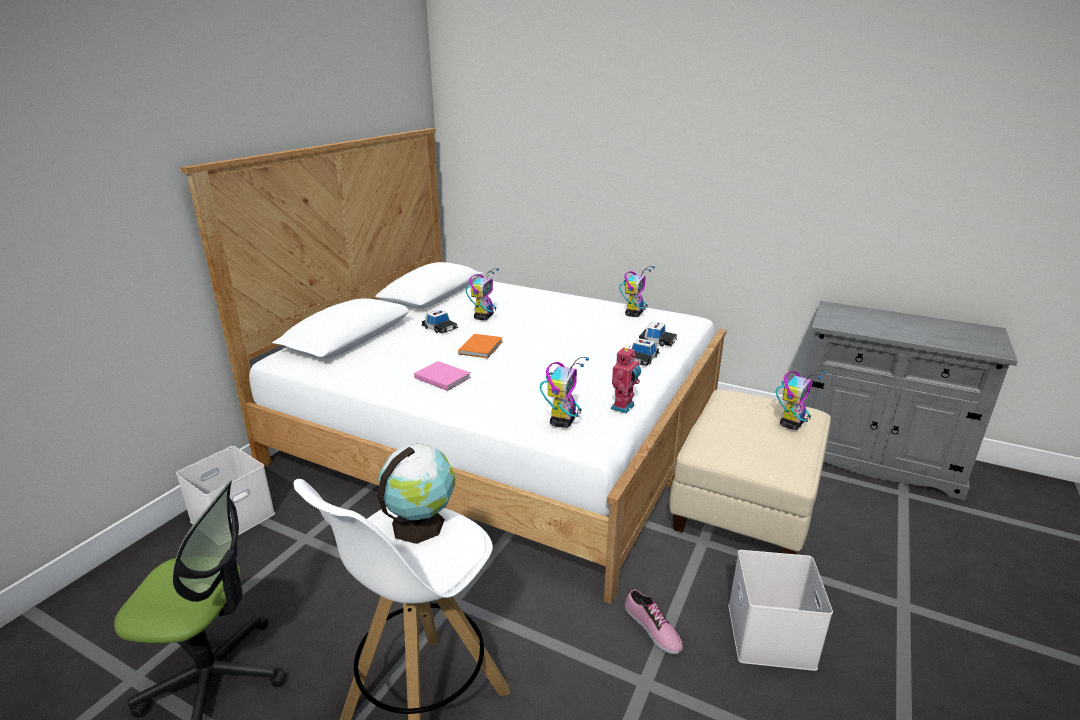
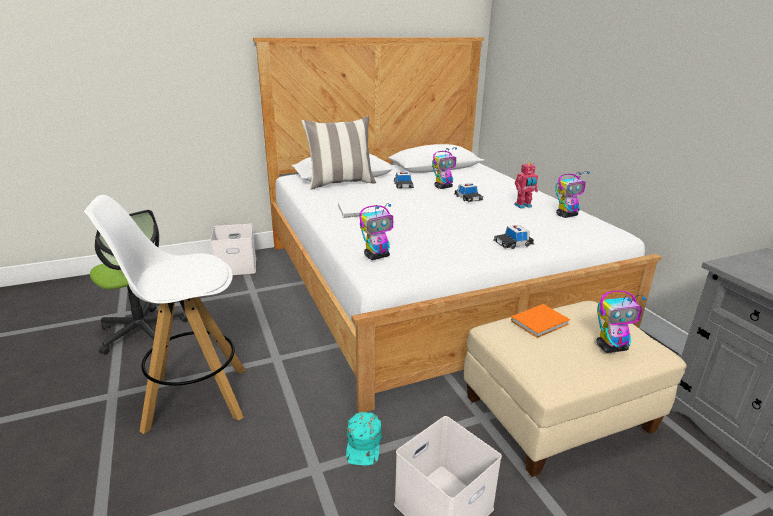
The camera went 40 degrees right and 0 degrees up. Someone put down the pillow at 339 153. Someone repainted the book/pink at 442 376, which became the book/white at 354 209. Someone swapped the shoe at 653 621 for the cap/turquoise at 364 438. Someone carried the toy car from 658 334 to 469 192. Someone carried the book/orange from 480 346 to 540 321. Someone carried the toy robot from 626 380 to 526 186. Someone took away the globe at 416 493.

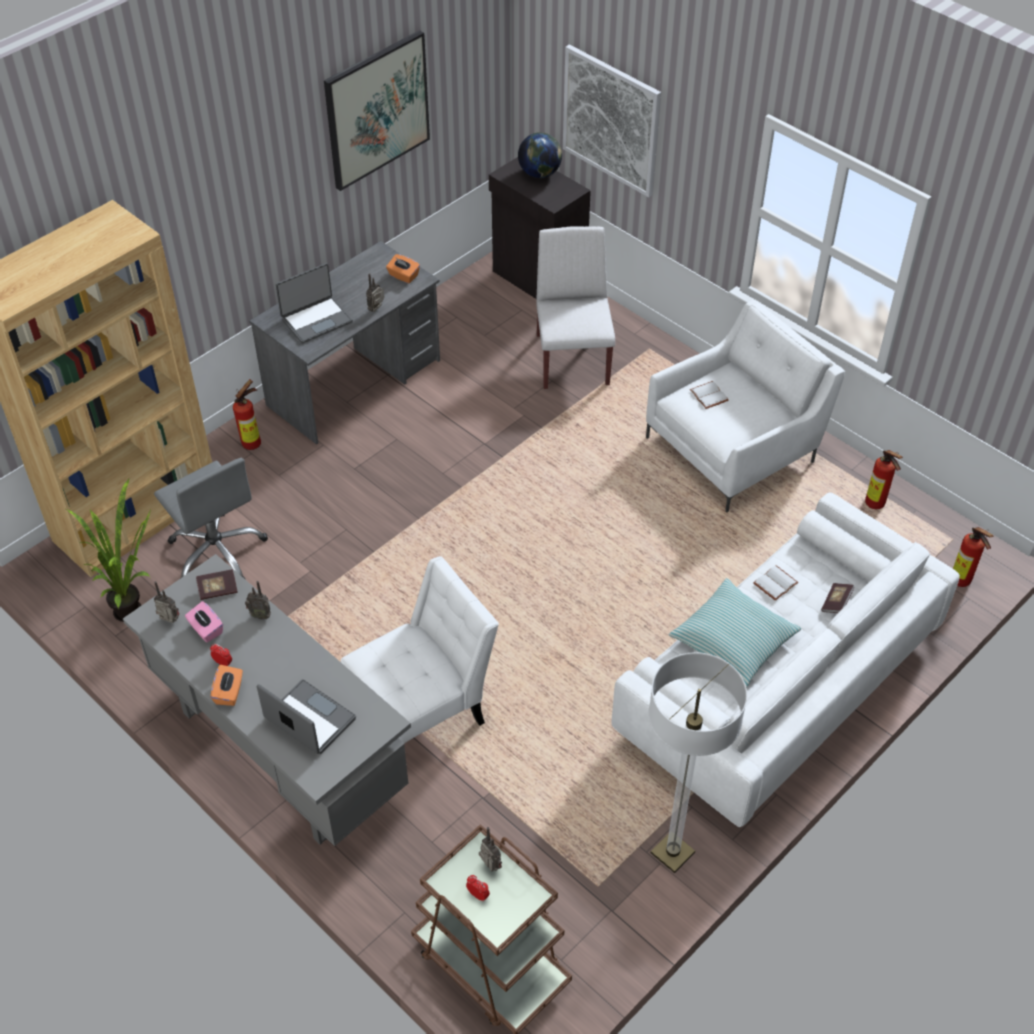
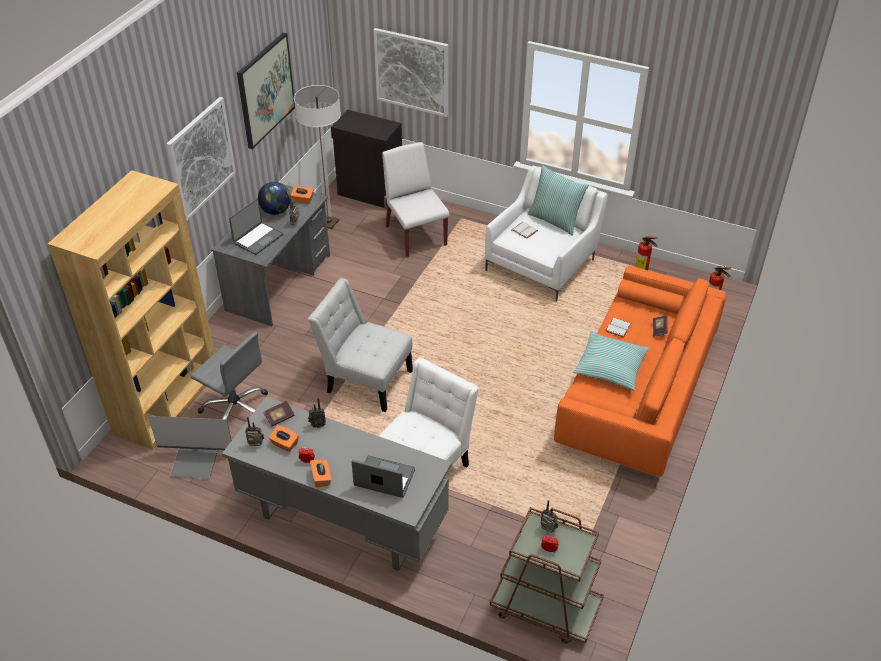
The camera went 20 degrees left and 5 degrees down. Someone swapped the potted plant at 108 550 for the monitor at 190 447. Someone put up the picture at 201 159. Someone carried the globe from 540 155 to 274 198. Someone repainted the tissue box/pink at 204 622, which became the tissue box/orange at 284 438. Someone carried the floor lamp from 697 762 to 317 157. Someone put down the chair/white at 360 345. Someone put down the pillow at 558 200. Someone repainted the sofa/white at 786 659, which became the sofa/orange at 640 371. Someone took away the fire extinguisher at 247 414.

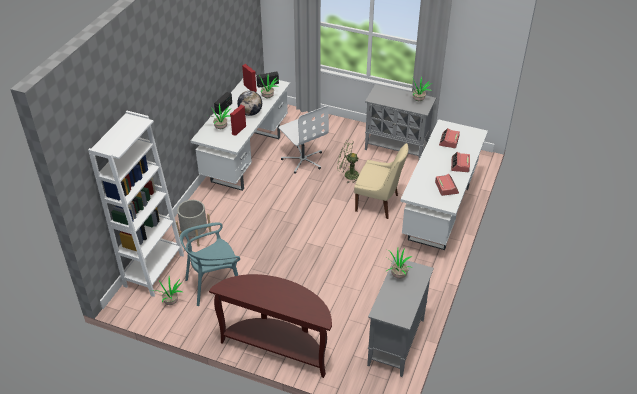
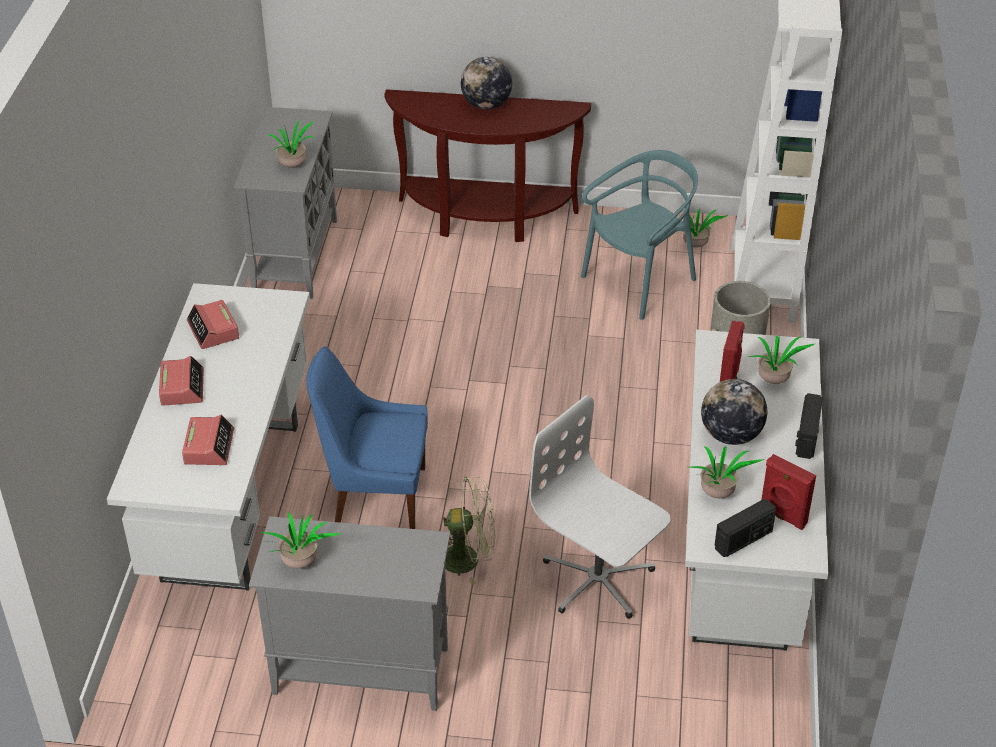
The camera went 165 degrees right and 0 degrees up. Someone repainted the chair/beige at 381 181, which became the chair/blue at 367 437. Someone put down the globe at 486 83.

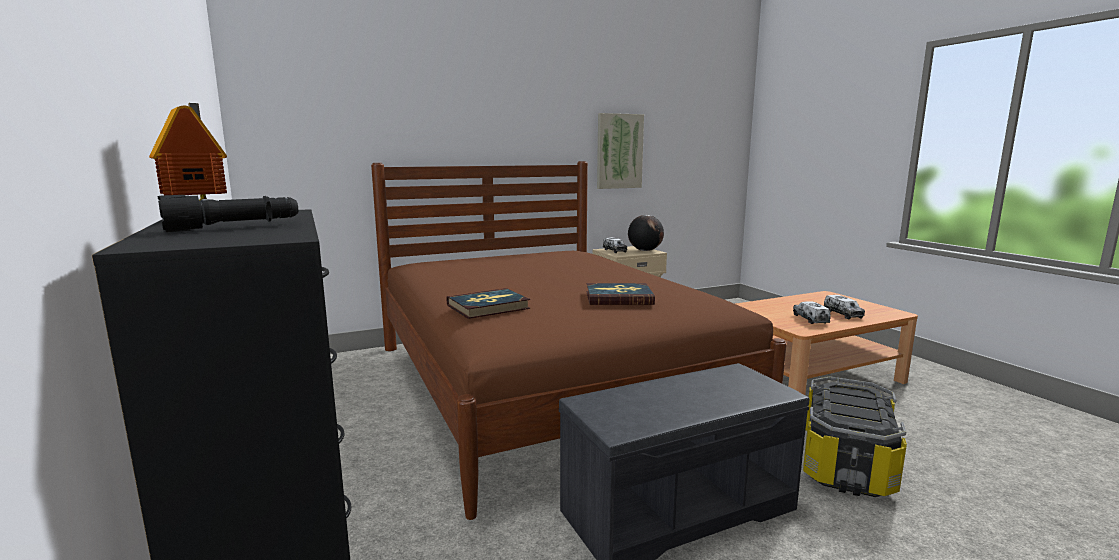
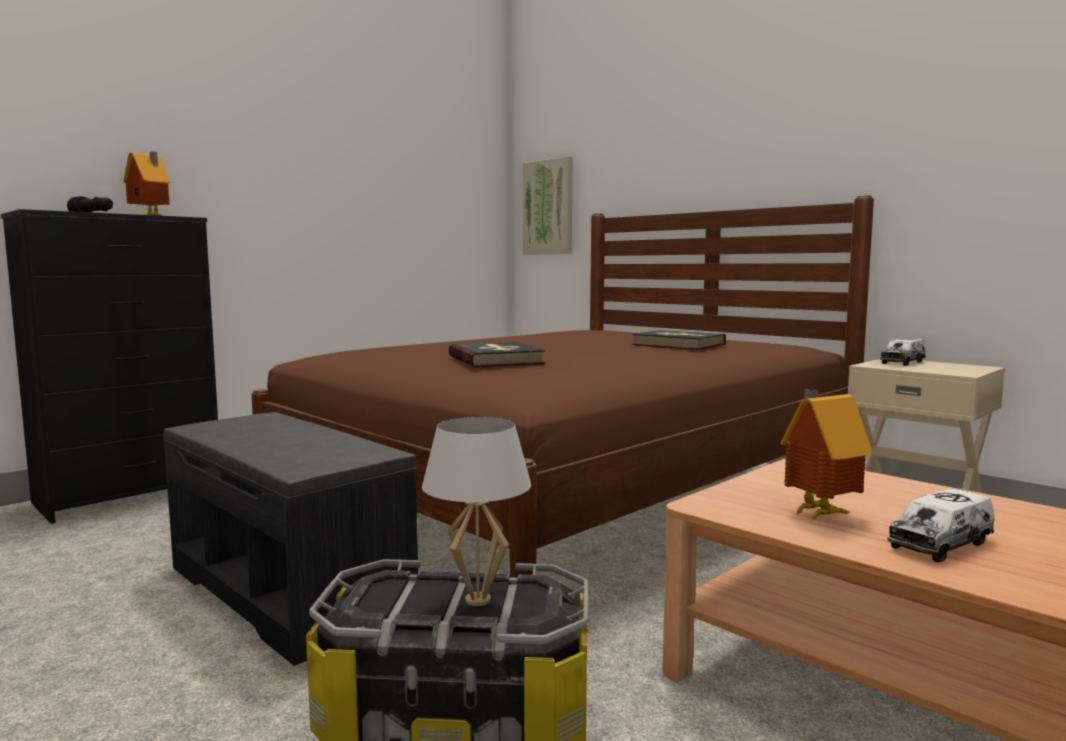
The camera went 70 degrees right and 5 degrees down. Someone put down the table lamp/white at 476 511. Someone carried the picture from 620 151 to 547 205. Someone carried the book from 488 303 to 679 340. Someone swapped the toy truck at 812 312 for the toy house at 826 455. Someone took away the globe at 646 233.

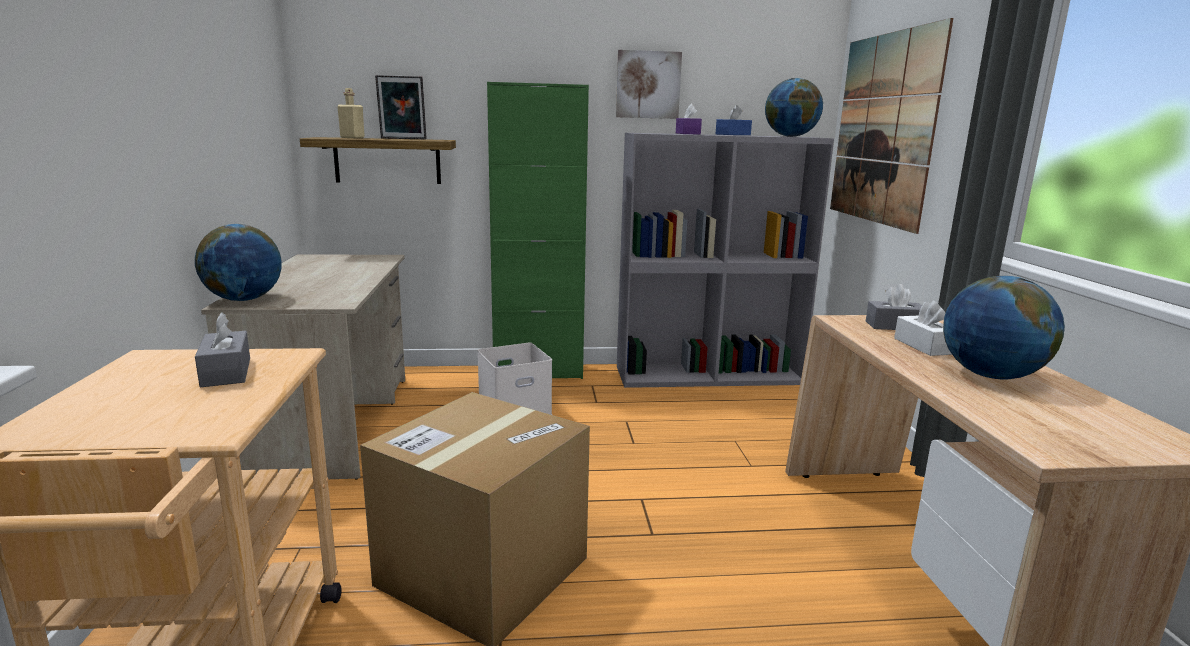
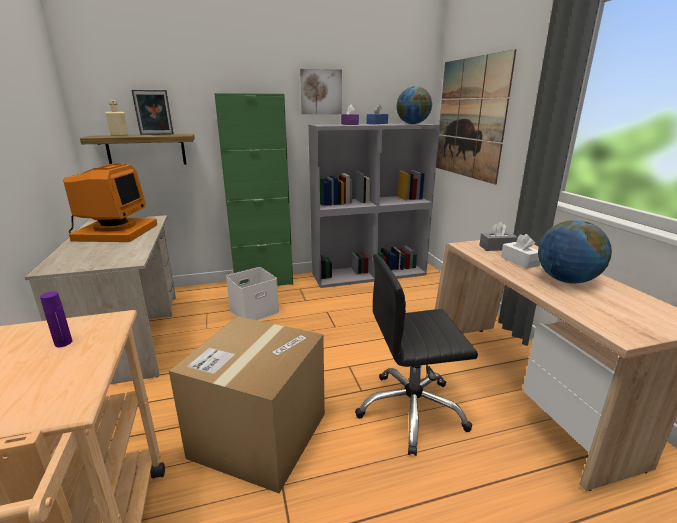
The camera went 10 degrees left and 5 degrees up. Someone swapped the tissue box/grey at 222 349 for the bottle/purple at 56 319. Someone put down the monitor at 110 202. Someone put down the office chair/black at 416 355. Someone took away the globe at 238 262.

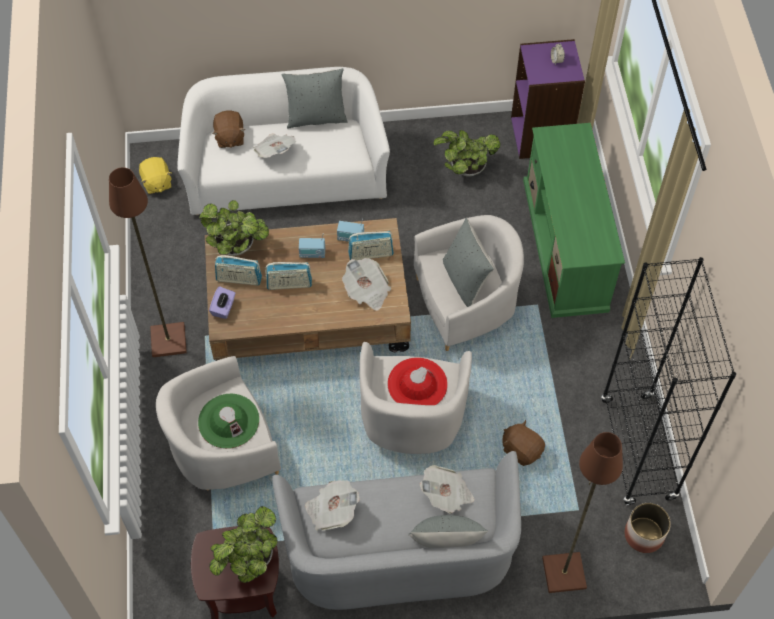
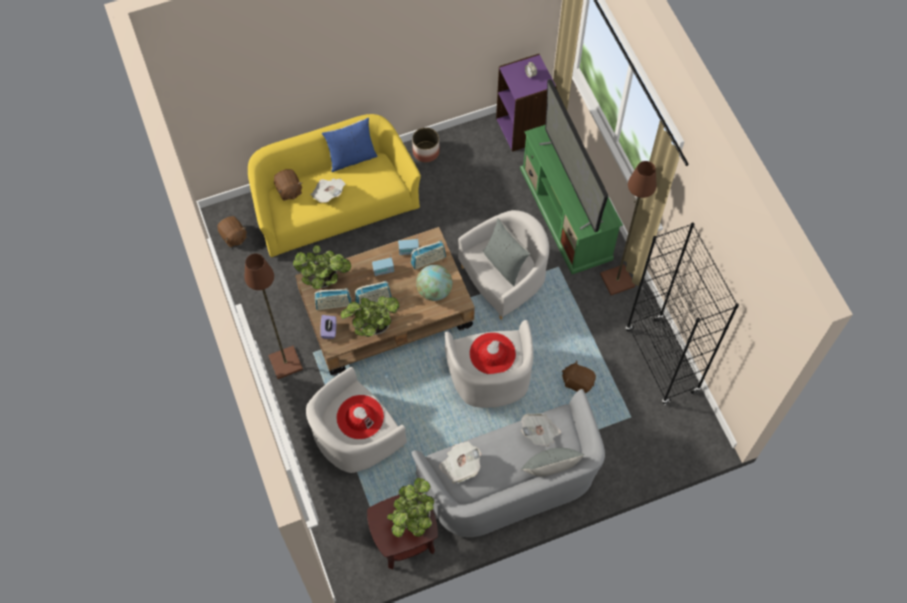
The camera went 15 degrees left and 5 degrees up. Someone repainted the plush toy/yellow at 155 175, which became the plush toy/brown at 232 231. Someone repainted the sofa/white at 283 141, which became the sofa/yellow at 334 185. Someone repainted the pillow/grey at 315 98, which became the pillow/blue at 350 144. Someone repainted the hat/green at 228 421, which became the hat/red at 360 417. Someone carried the potted plant from 466 153 to 370 316. Someone carried the planter from 647 528 to 426 144. Someone swapped the newspaper at 366 284 for the globe at 434 283. Someone put down the television at 573 155. Someone carried the floor lamp/brown from 582 512 to 628 228.

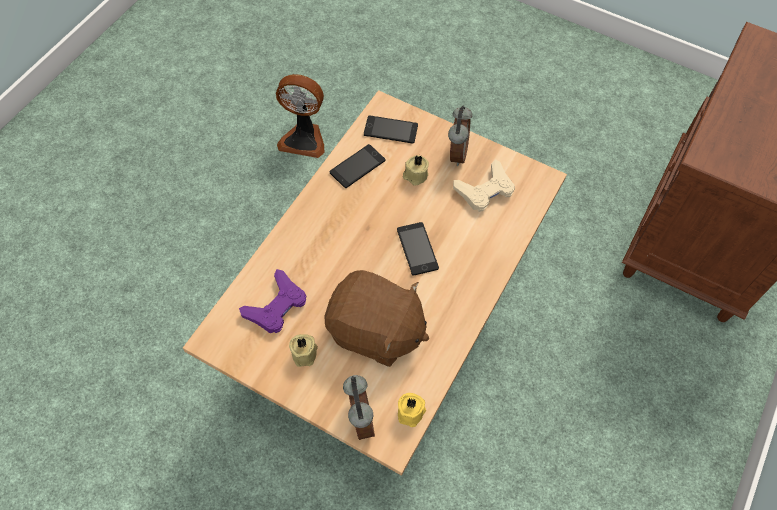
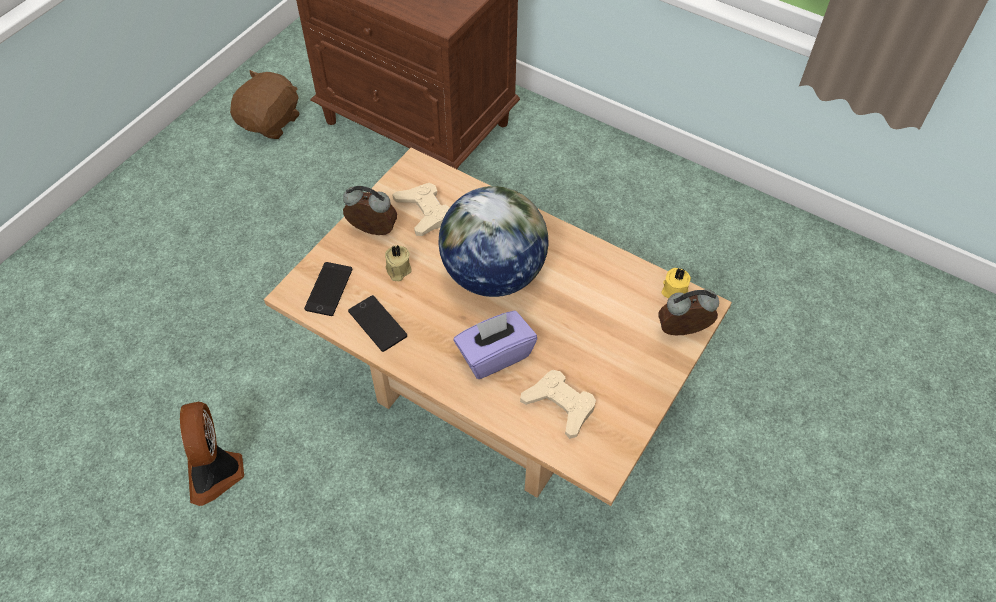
The camera went 85 degrees left and 5 degrees down. Someone rotated the fan at 300 116 by 150 degrees clockwise. Someone carried the plush toy/brown from 376 318 to 265 104. Someone swapped the phone at 418 249 for the globe at 493 241. Someone put down the tissue box/purple at 495 345. Someone repainted the game controller/purple at 272 301, which became the game controller/beige at 558 404. Someone took away the candle/beige at 303 350.

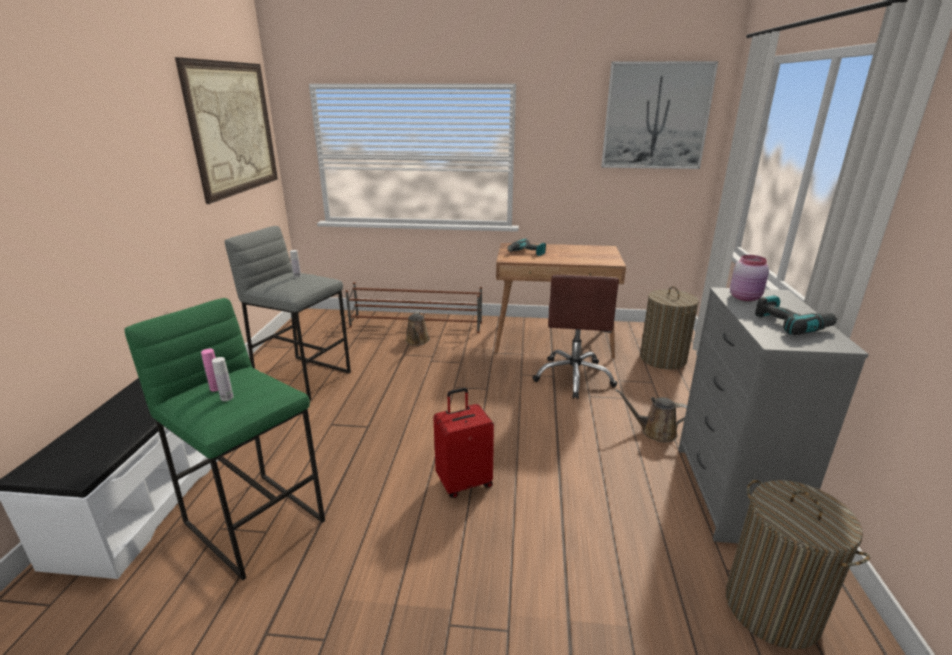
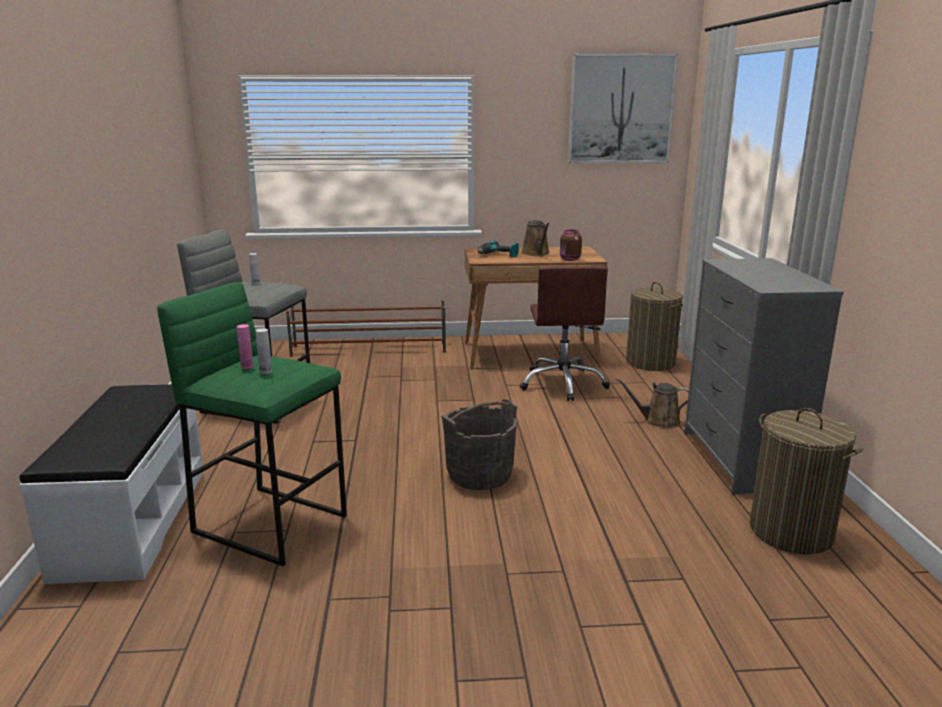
The camera went 10 degrees left and 5 degrees down. Someone swapped the suitcase/red at 463 443 for the bucket/grey at 479 444. Someone carried the watering can/brown from 417 328 to 535 238. Someone put down the jar/brown at 571 245. Someone took away the picture at 226 130. Someone took away the jar/pink at 749 278. Someone took away the power drill at 796 315.

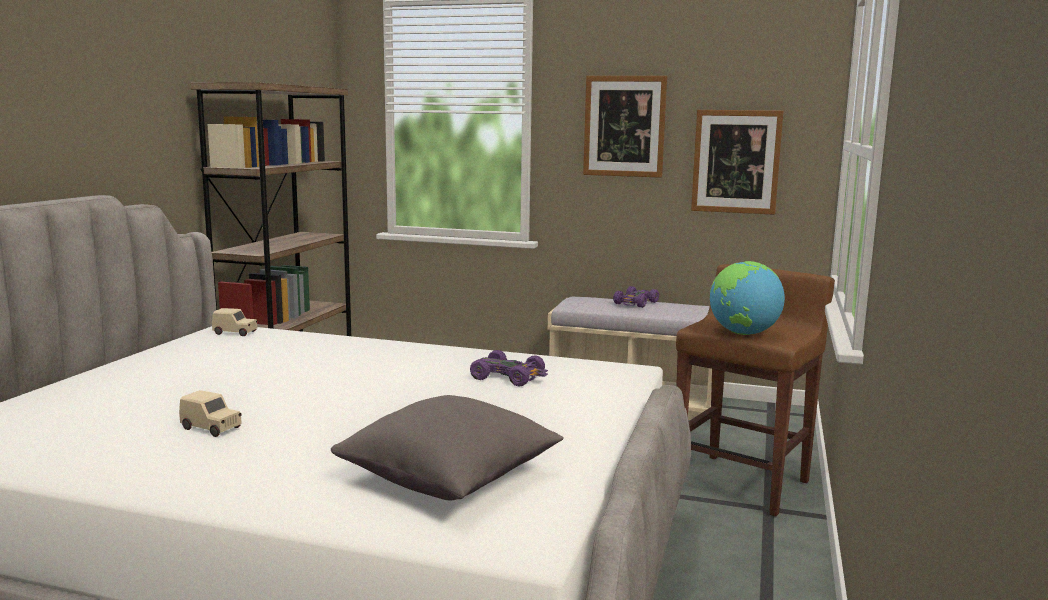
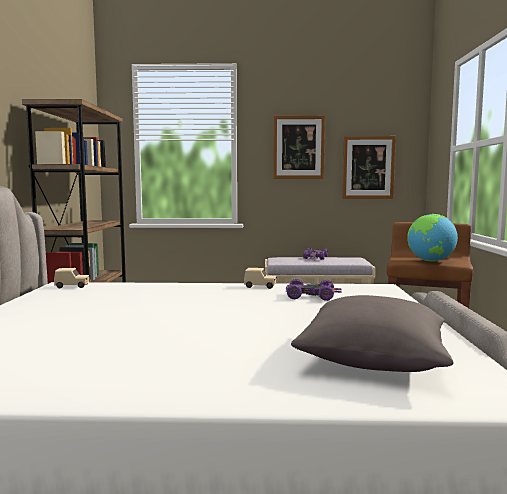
The camera went 15 degrees left and 5 degrees down. Someone carried the toy car/beige from 210 413 to 260 278.

